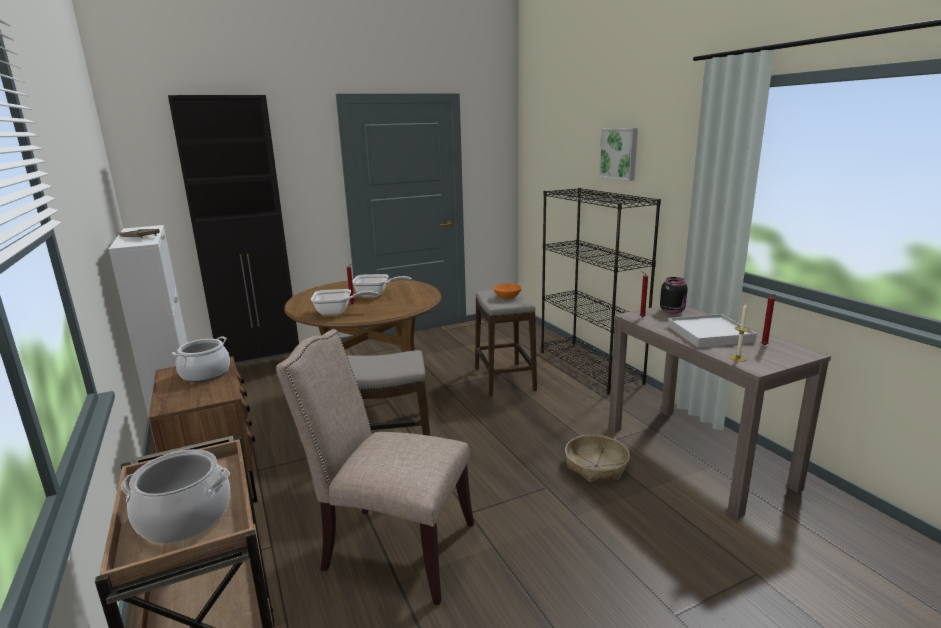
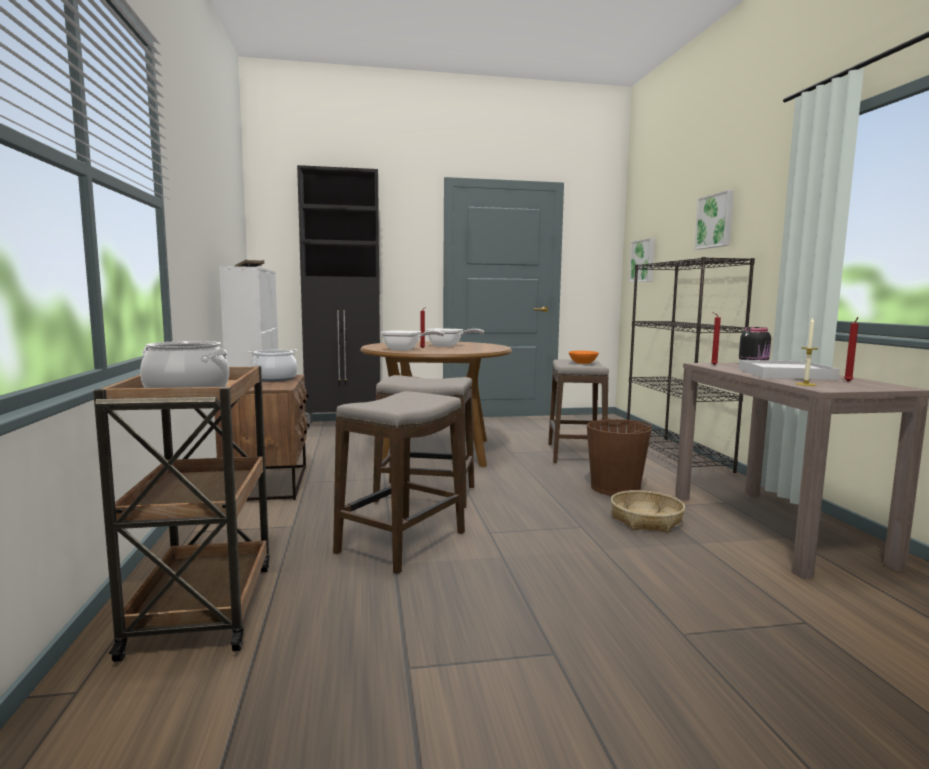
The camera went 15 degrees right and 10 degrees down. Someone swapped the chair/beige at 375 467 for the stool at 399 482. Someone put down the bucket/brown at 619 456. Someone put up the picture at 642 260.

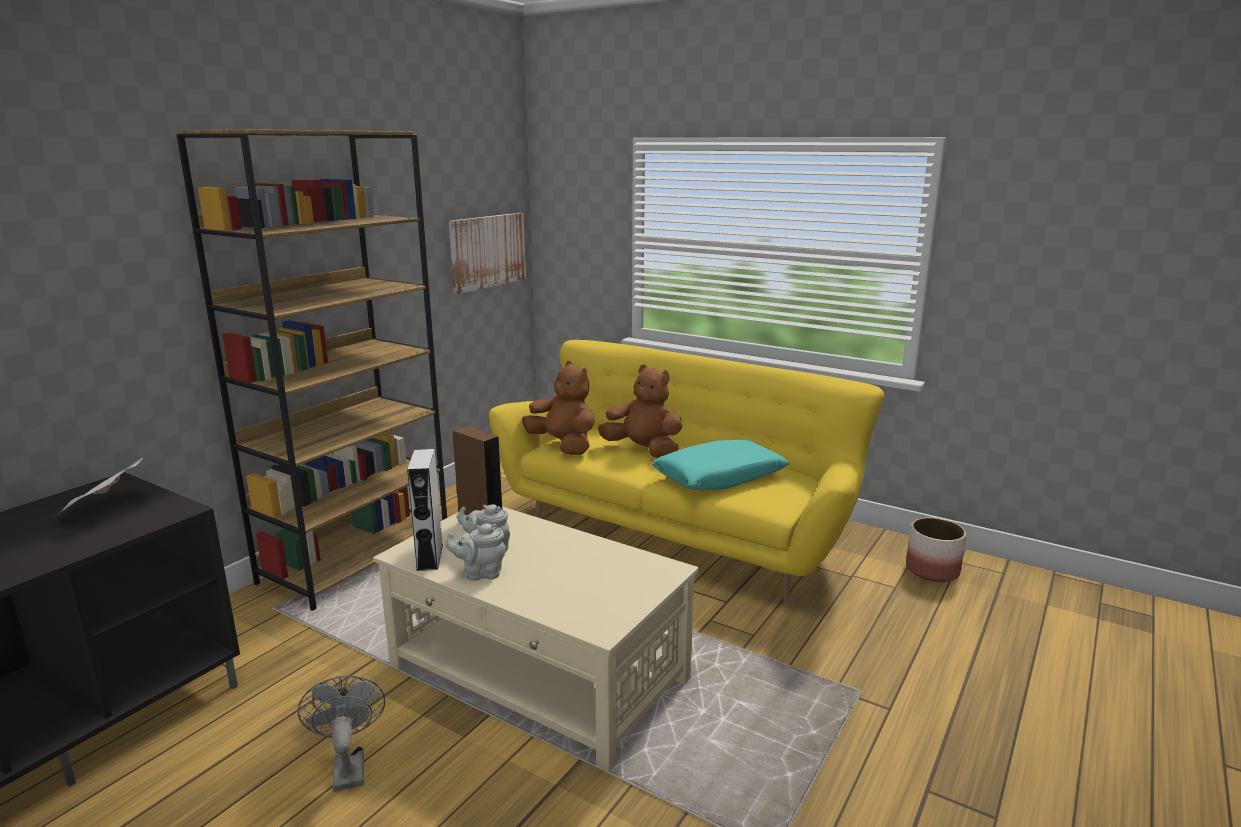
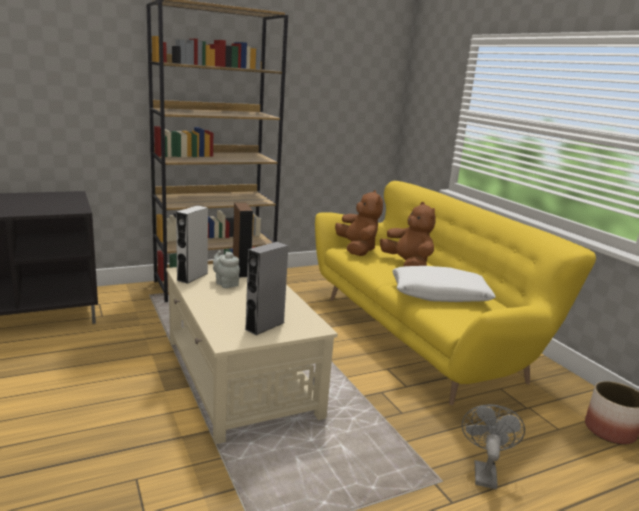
The camera went 30 degrees right and 0 degrees up. Someone put down the speaker/grey at 266 288. Someone repainted the pillow/turquoise at 720 465, which became the pillow/white at 444 284. Someone carried the fan/grey from 341 733 to 493 446. Someone took away the newspaper at 99 486. Someone took away the teapot/grey at 475 552. Someone took away the picture at 487 253.

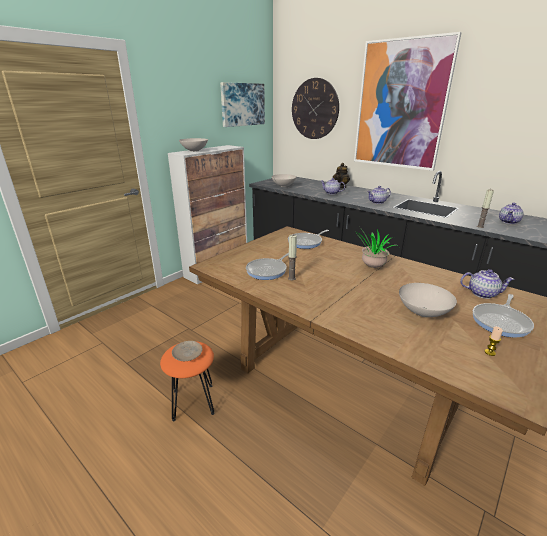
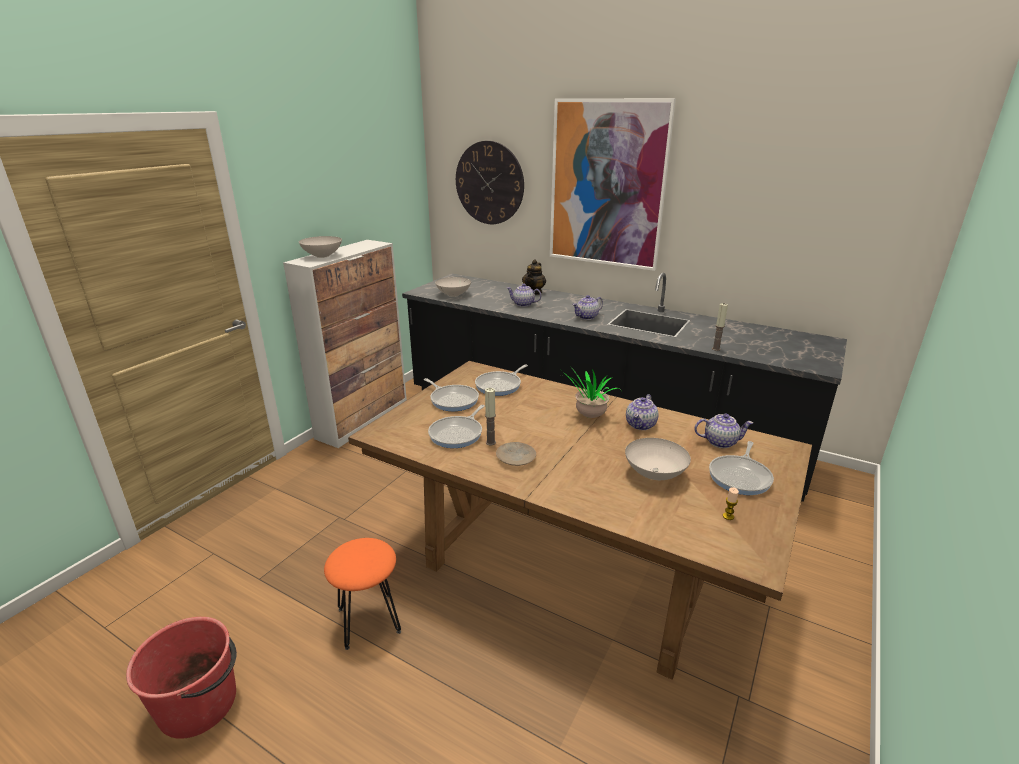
The camera went 10 degrees left and 0 degrees up. Someone put down the bucket/red at 181 678. Someone put down the frying pan at 451 394. Someone carried the plate/beige from 187 351 to 516 454. Someone carried the teapot from 511 213 to 642 412. Someone took away the picture at 242 104.

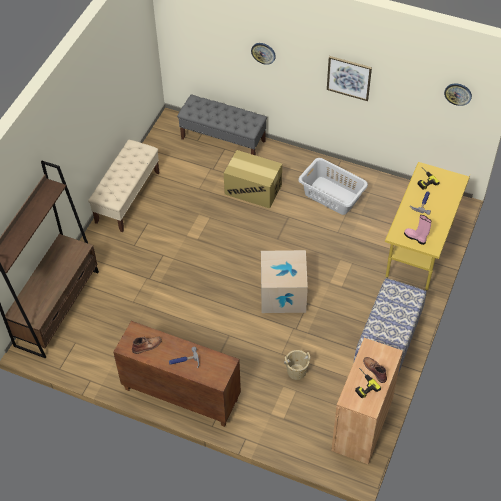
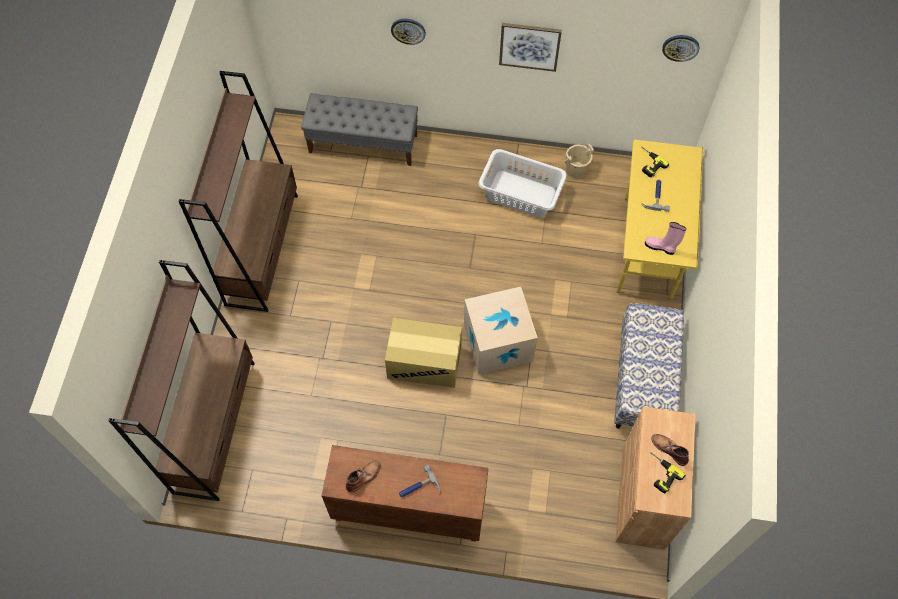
The camera went 15 degrees left and 10 degrees up. Someone swapped the bench/beige at 124 186 for the bookcase/brown at 238 191. Someone carried the cardboard box from 253 179 to 423 353. Someone carried the bucket/beige from 297 365 to 579 161.

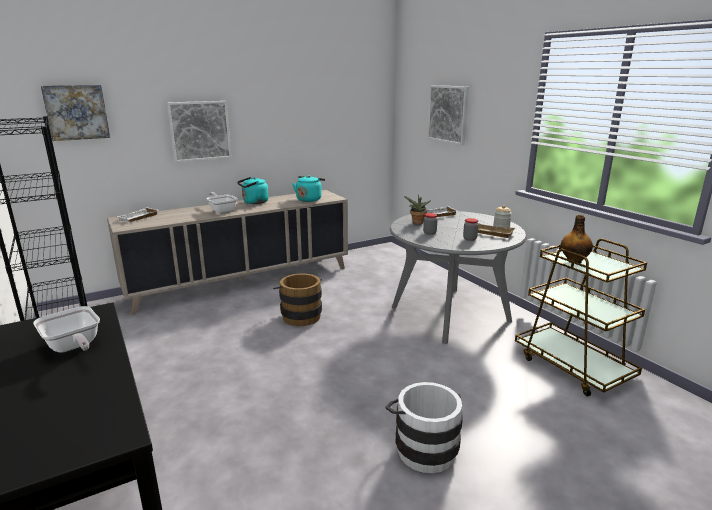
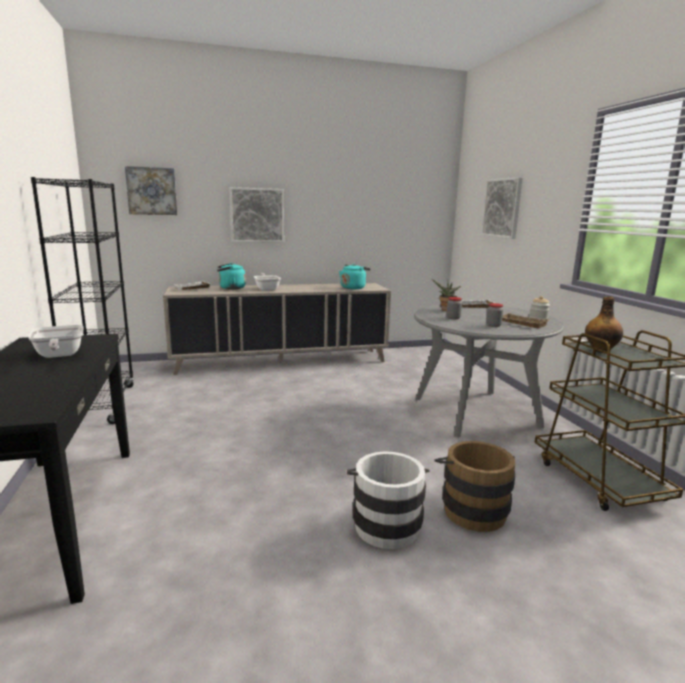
The camera went 15 degrees right and 5 degrees down. Someone carried the kettle/turquoise from 253 190 to 231 276. Someone carried the bucket/brown from 297 299 to 474 486.

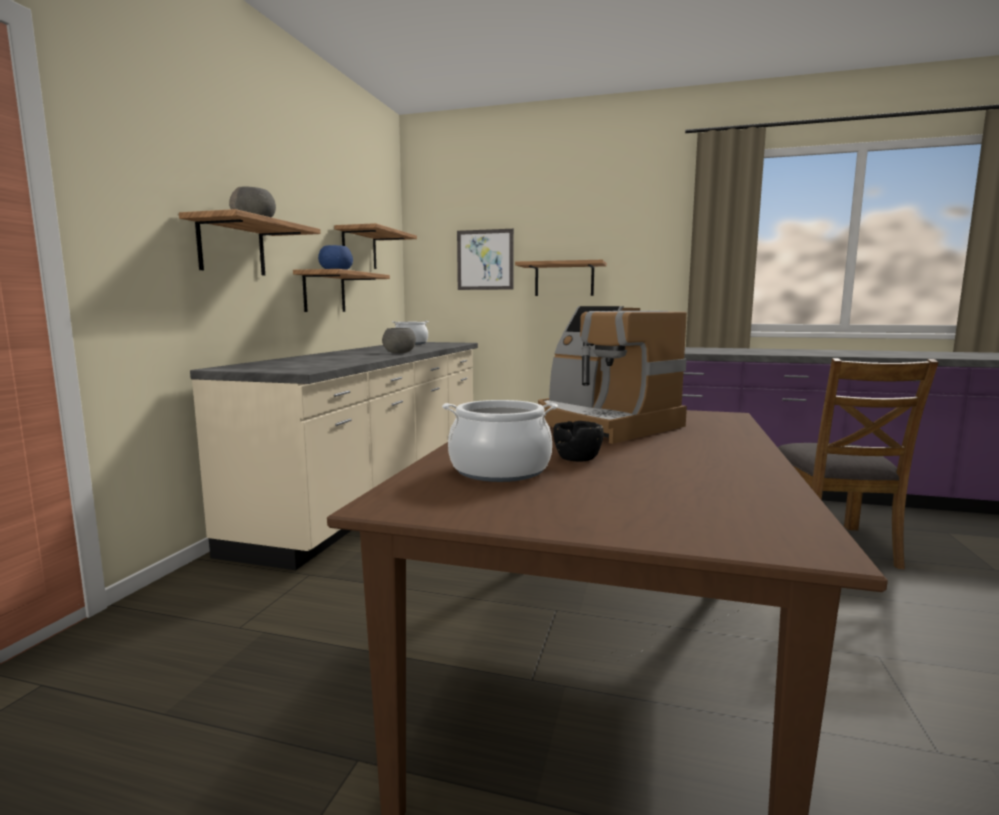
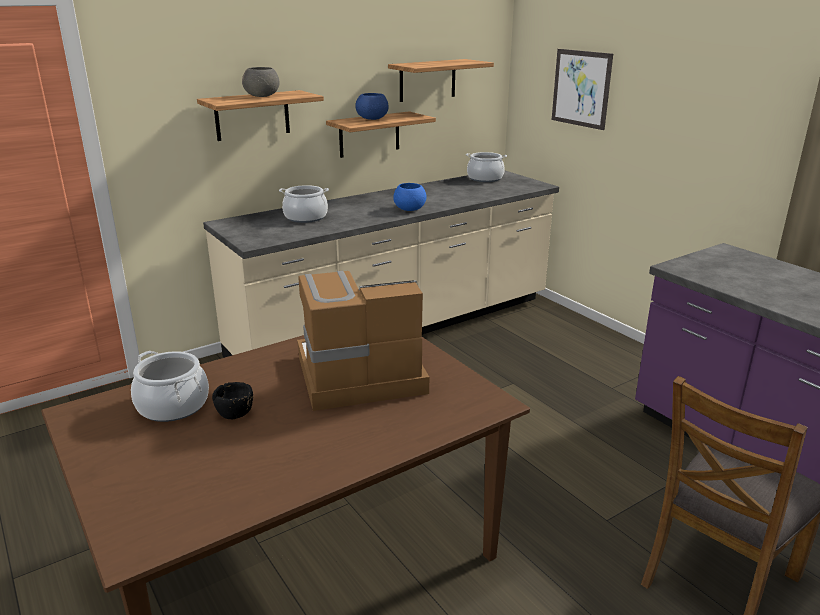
The camera went 40 degrees right and 15 degrees up. Someone put down the cooking pot at 304 204. Someone rotated the coffee machine at 612 375 by 75 degrees clockwise. Someone repainted the bowl/grey at 399 340, which became the bowl/blue at 410 197. Someone took away the shelf at 561 278.

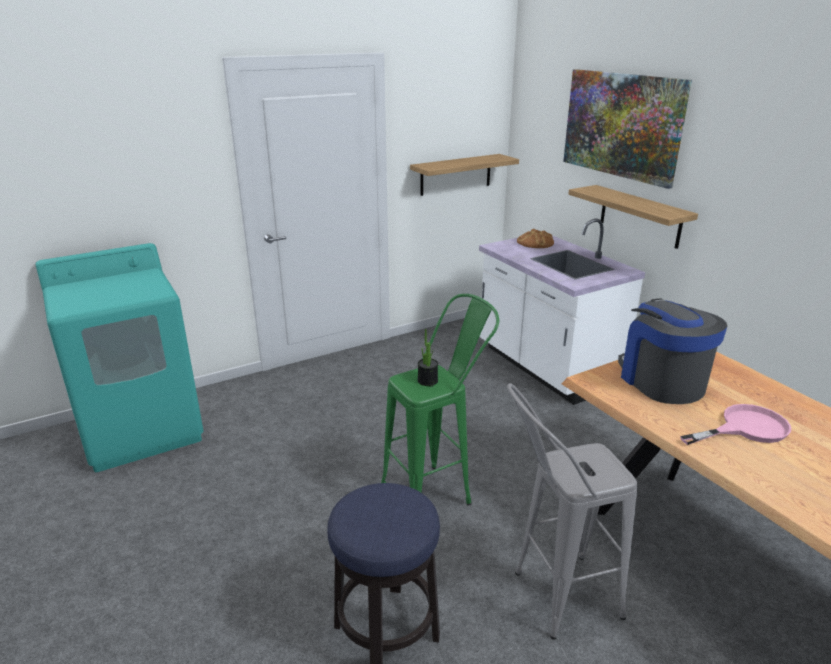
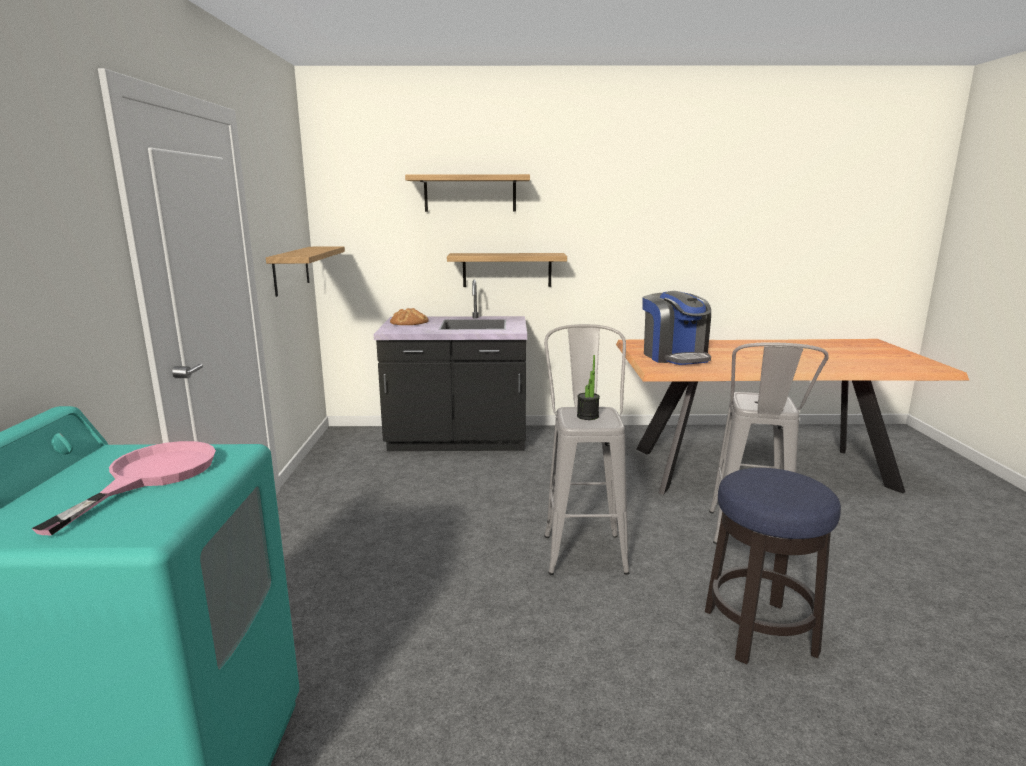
The camera went 60 degrees left and 10 degrees down. Someone carried the frying pan/pink from 735 424 to 123 488. Someone repainted the counter/white at 562 312, which became the counter/black at 450 365. Someone swapped the picture at 627 129 for the shelf at 467 193. Someone repainted the stool/green at 440 399, which became the stool/grey at 586 449. Someone rotated the coffee machine at 672 351 by 120 degrees counterclockwise.

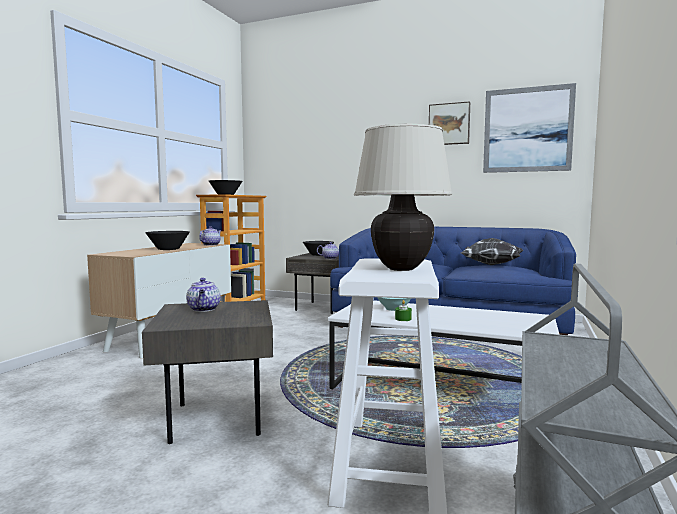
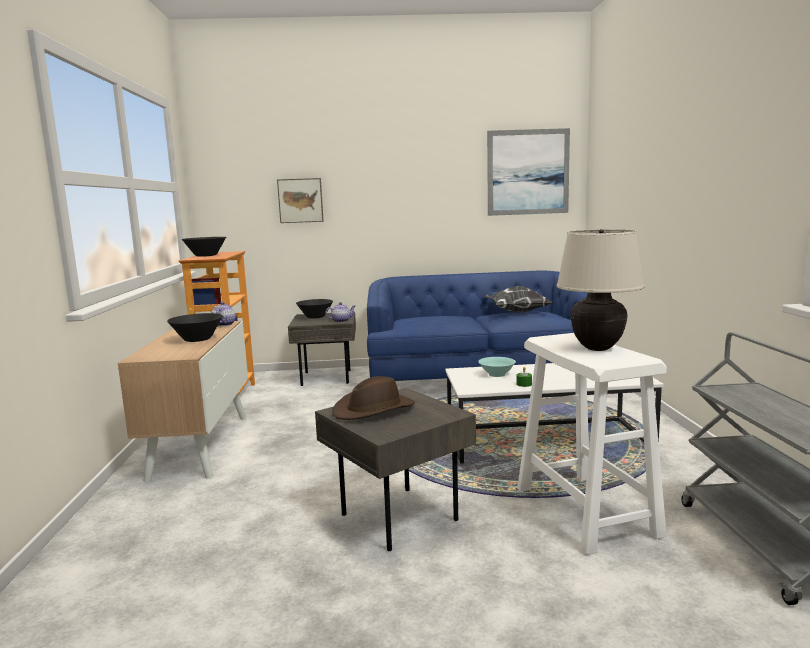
The camera went 25 degrees left and 5 degrees up. Someone carried the picture from 449 123 to 300 200. Someone swapped the teapot at 203 295 for the hat/brown at 373 398.

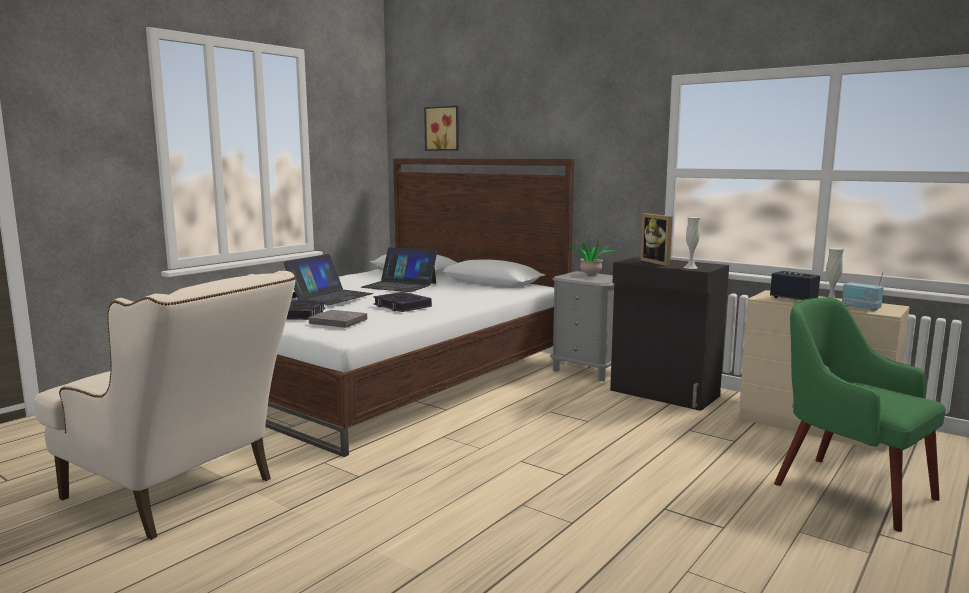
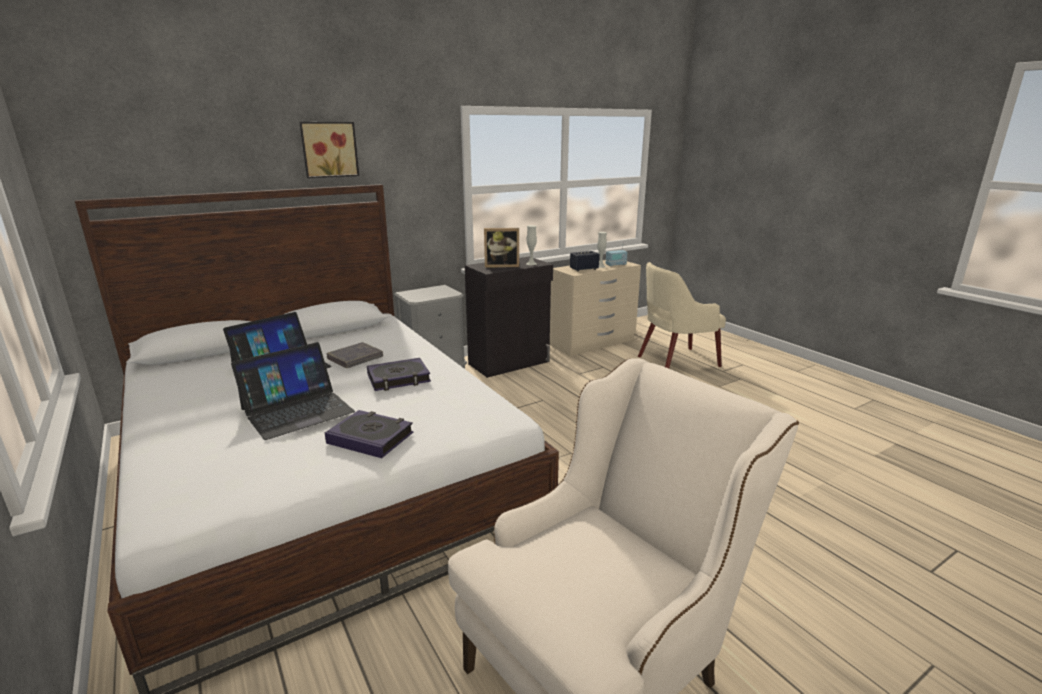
The camera went 70 degrees left and 10 degrees up. Someone rotated the laptop at 328 279 by 90 degrees clockwise. Someone carried the picture from 441 128 to 329 150. Someone carried the book/grey from 338 319 to 354 355. Someone repainted the armchair/green at 860 415, which became the armchair/beige at 682 315. Someone took away the potted plant at 590 258.

